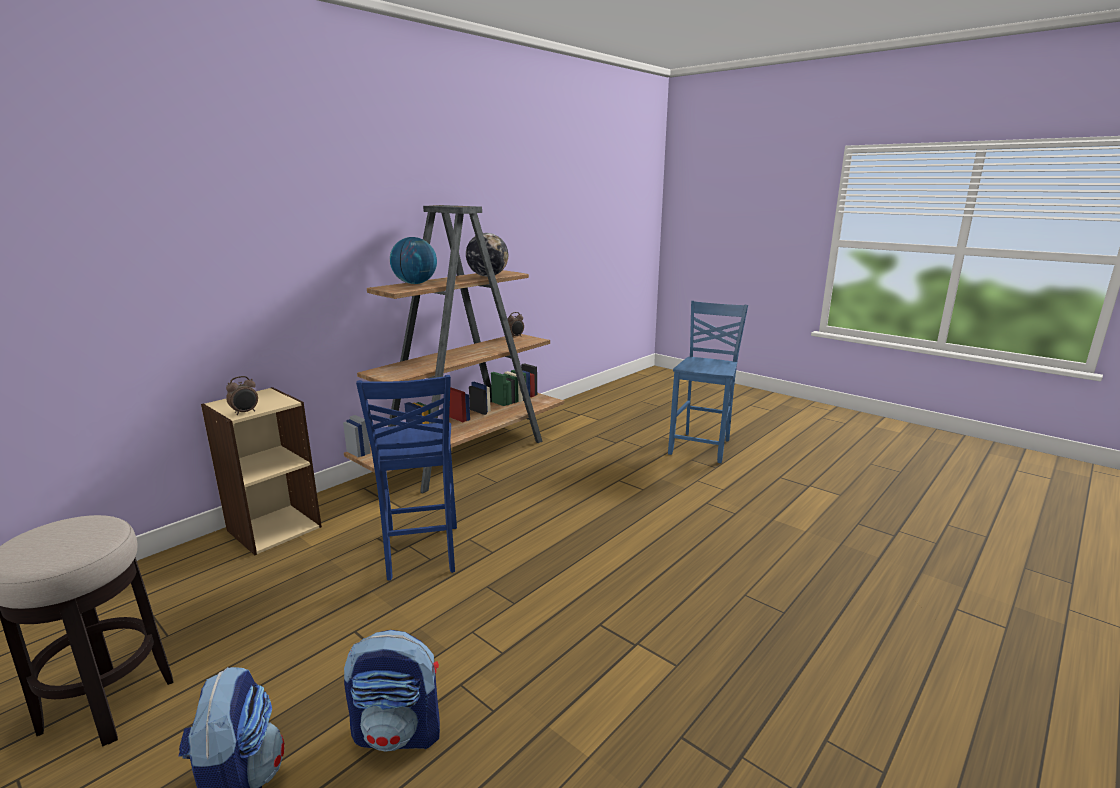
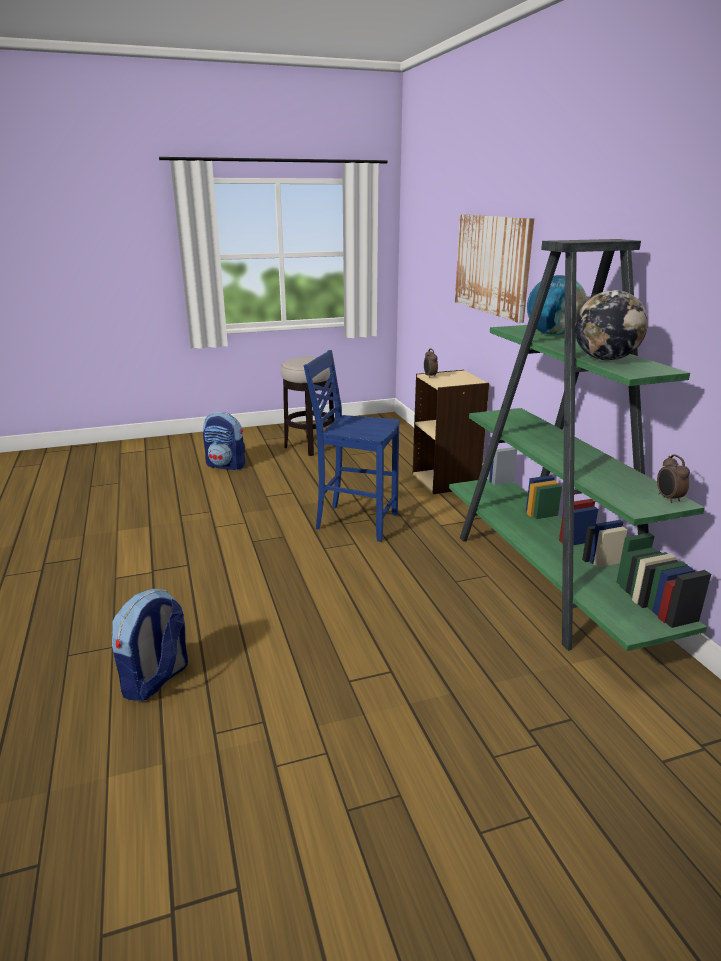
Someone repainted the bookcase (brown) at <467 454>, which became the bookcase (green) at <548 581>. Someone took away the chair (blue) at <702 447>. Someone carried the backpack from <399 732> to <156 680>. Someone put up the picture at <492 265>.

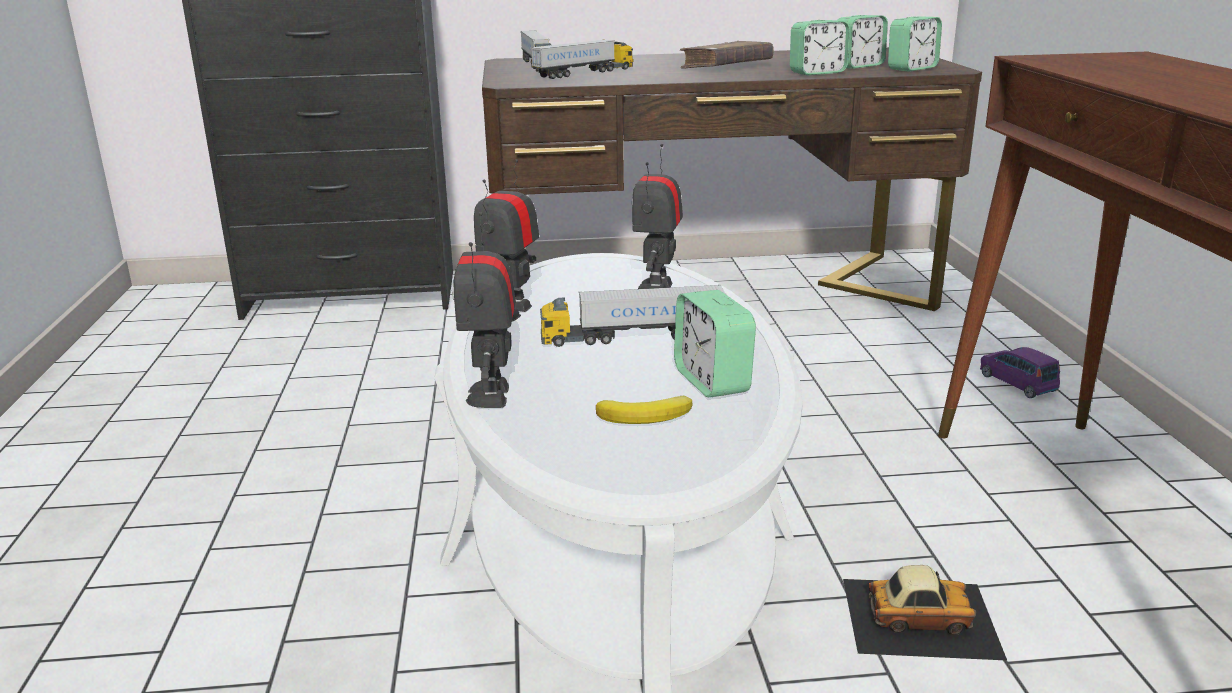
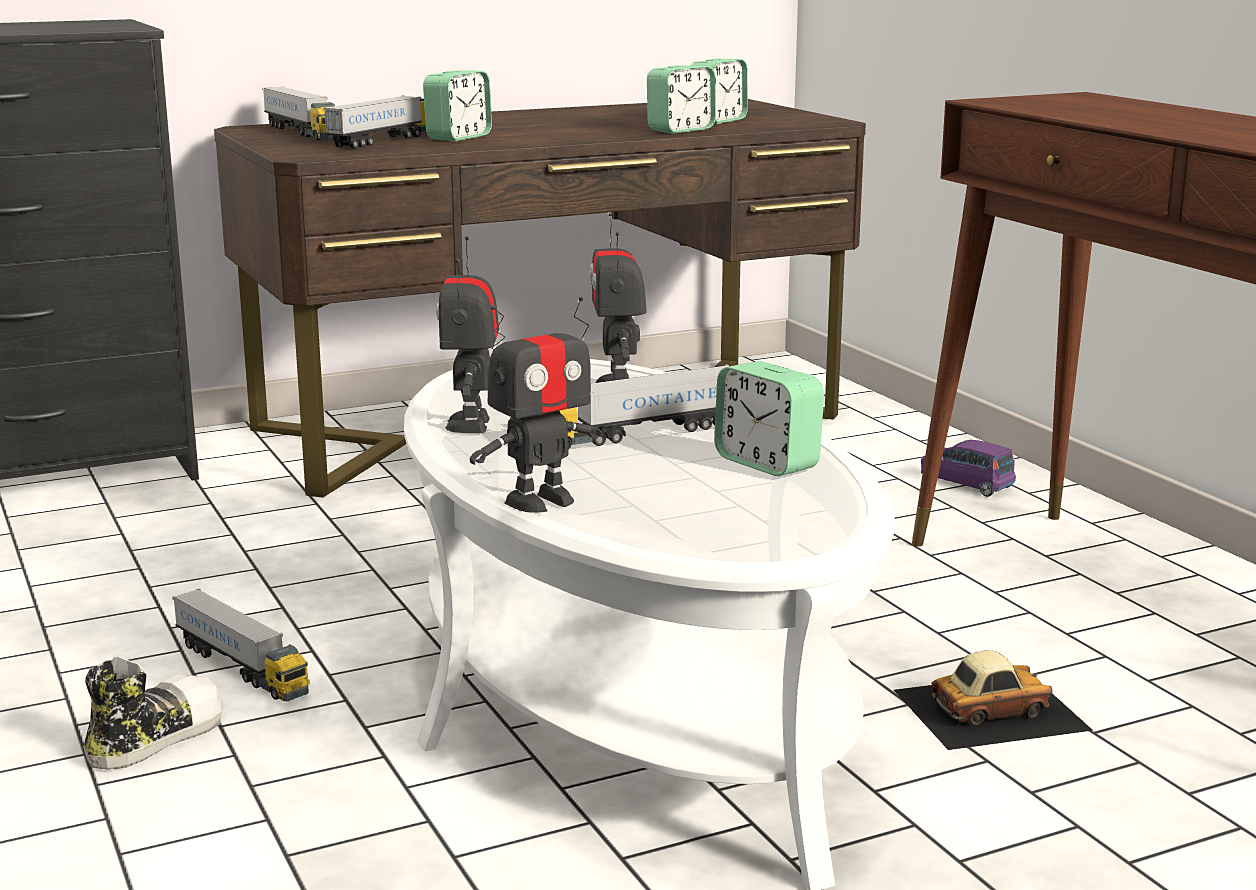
Someone carried the alarm clock from <912 68> to <458 137>. Someone took away the book (brown) at <726 67>. Someone rotated the toy robot at <491 395> by 105 degrees counterclockwise. Someone took away the banana at <648 416>. Someone put down the toy truck at <241 668>. Someone put down the shoe at <153 738>.

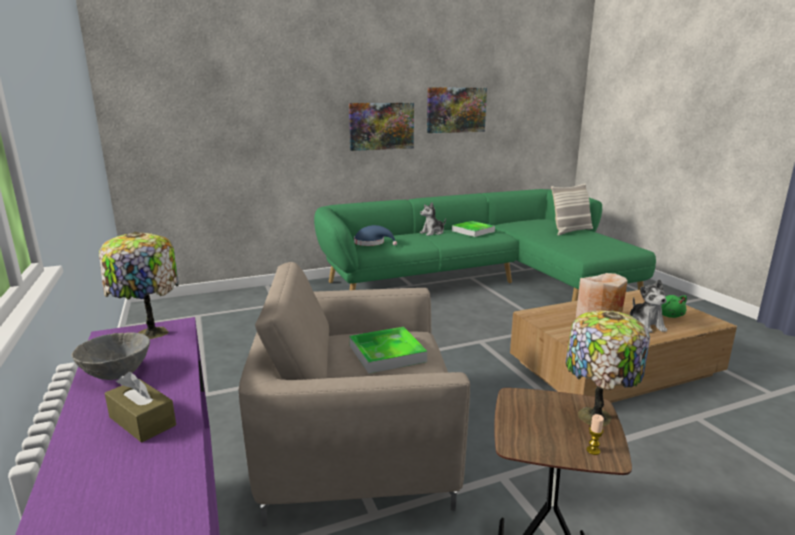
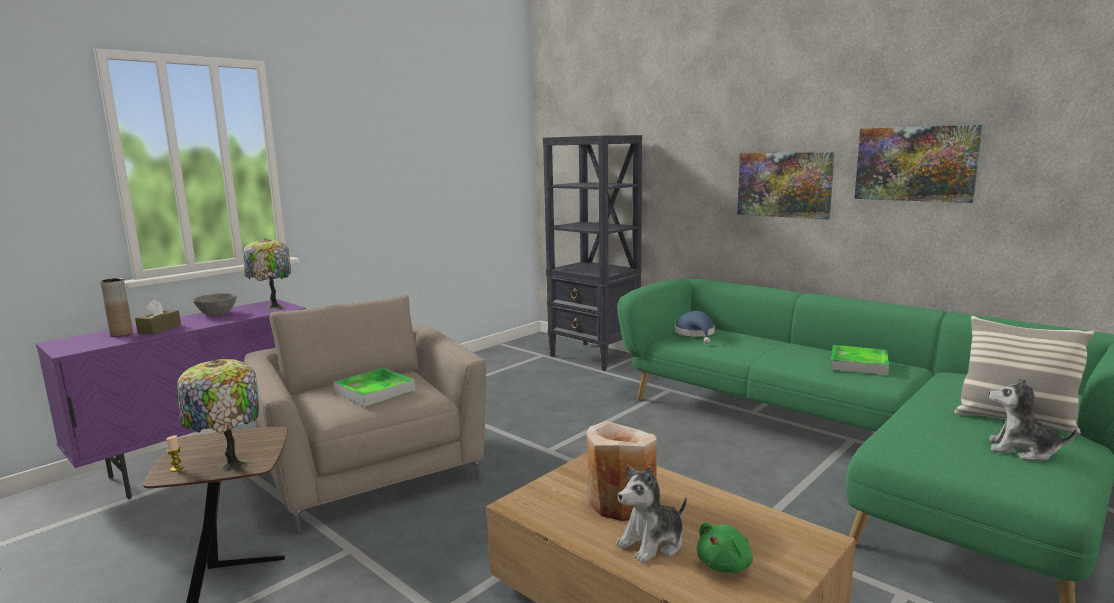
Someone carried the plush toy from <432 233> to <1022 450>. Someone put down the bookcase (black) at <594 357>. Someone put down the vase (brown) at <121 334>.

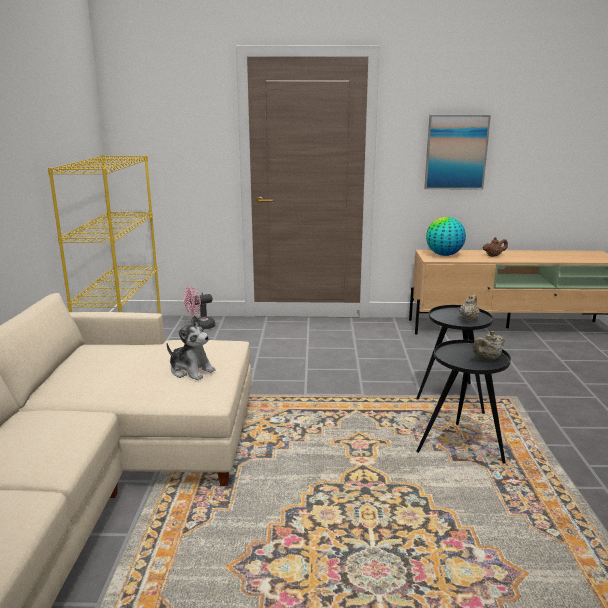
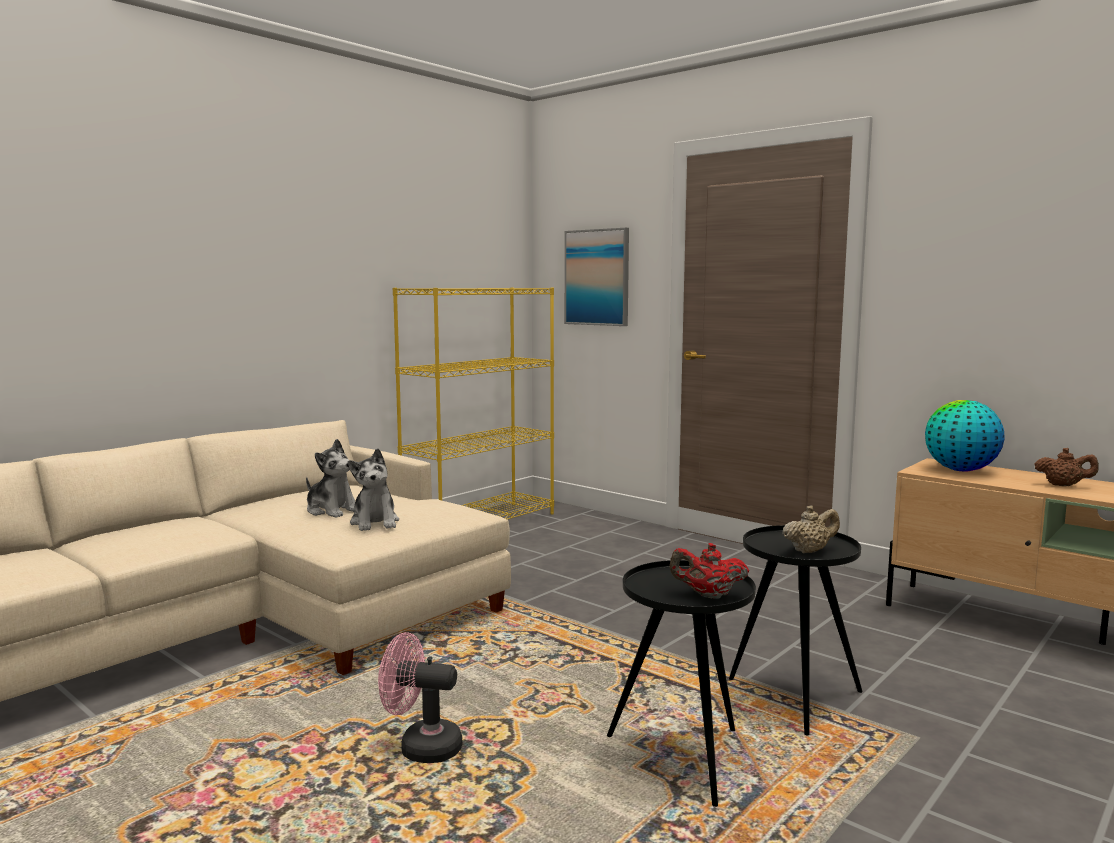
Someone carried the picture from <456 152> to <597 277>. Someone carried the fan (pink) from <200 326> to <421 747>. Someone repainted the teapot (beige) at <487 358>, which became the teapot (red) at <708 595>. Someone put down the plush toy at <332 510>.

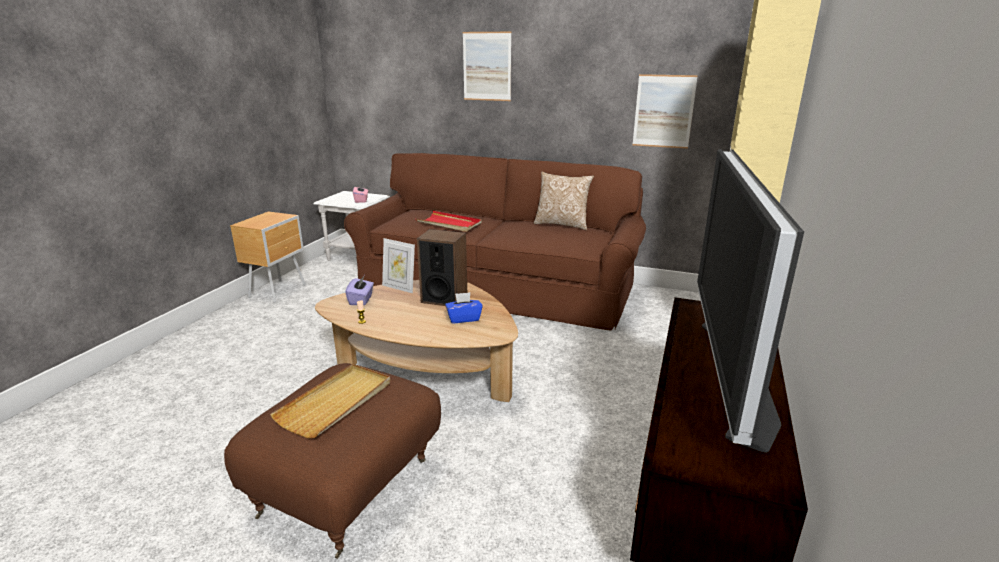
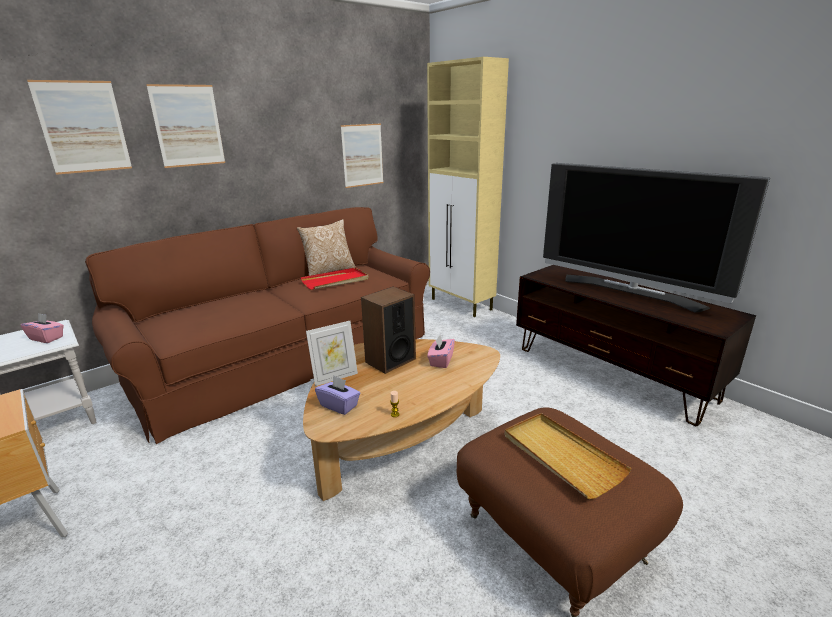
Someone carried the tray (red) from <449 224> to <335 281>. Someone repainted the tissue box (blue) at <463 318>, which became the tissue box (pink) at <441 361>. Someone put up the picture at <83 127>.

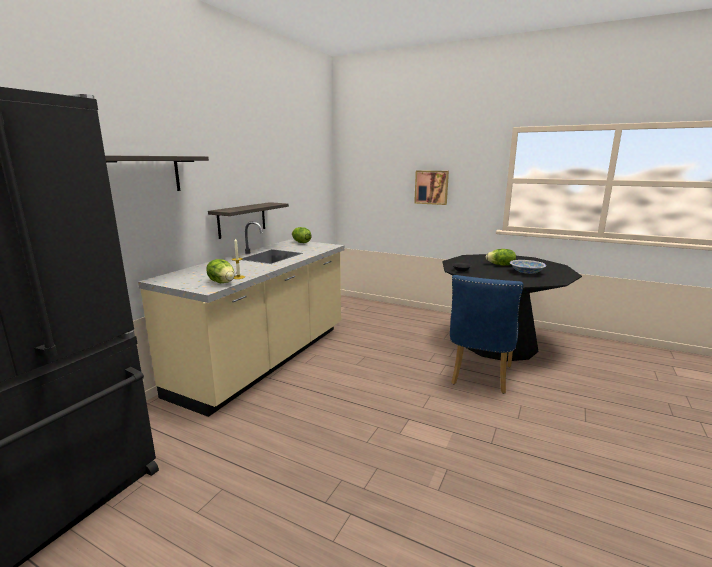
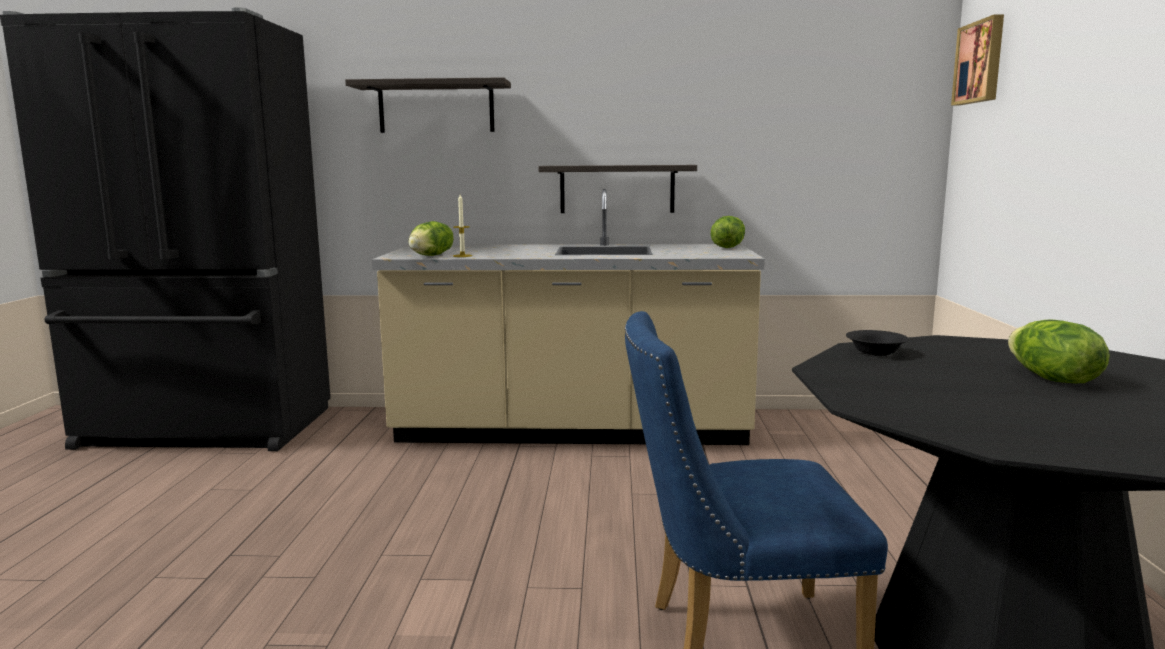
Someone carried the picture from <431 187> to <980 62>. Someone took away the bowl at <526 272>.

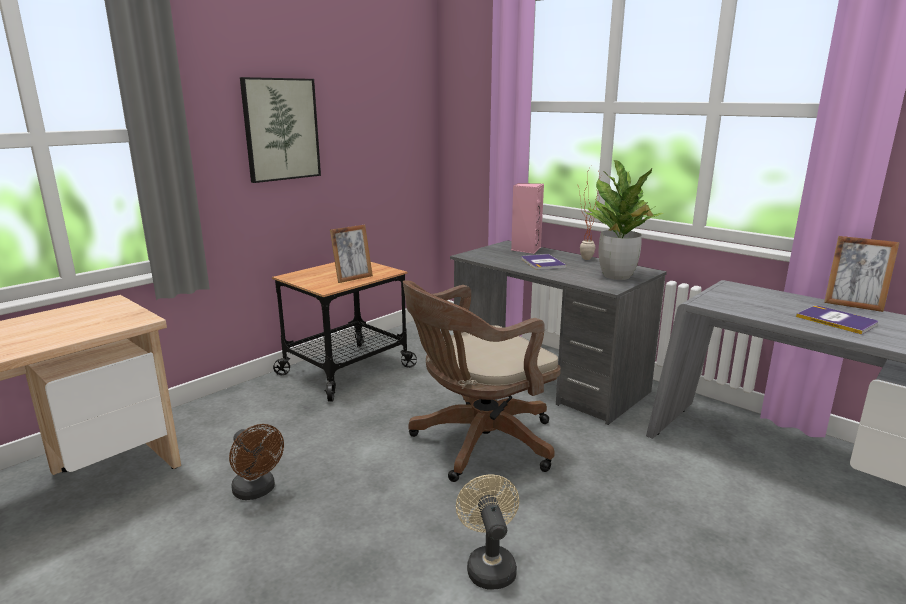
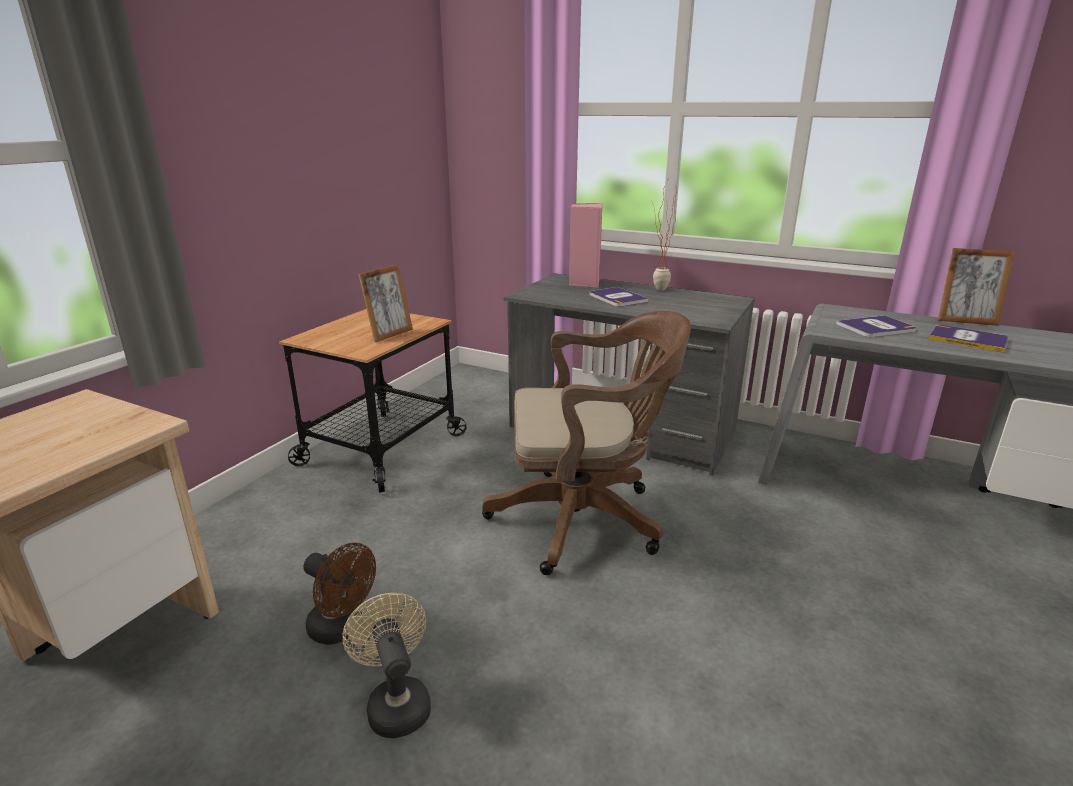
Someone took away the picture at <281 129>. Someone took away the potted plant at <617 276>. Someone rotated the office chair (brown) at <478 443> by 135 degrees counterclockwise. Someone carried the fan (beige) from <489 565> to <396 702>. Someone put down the book at <876 328>.

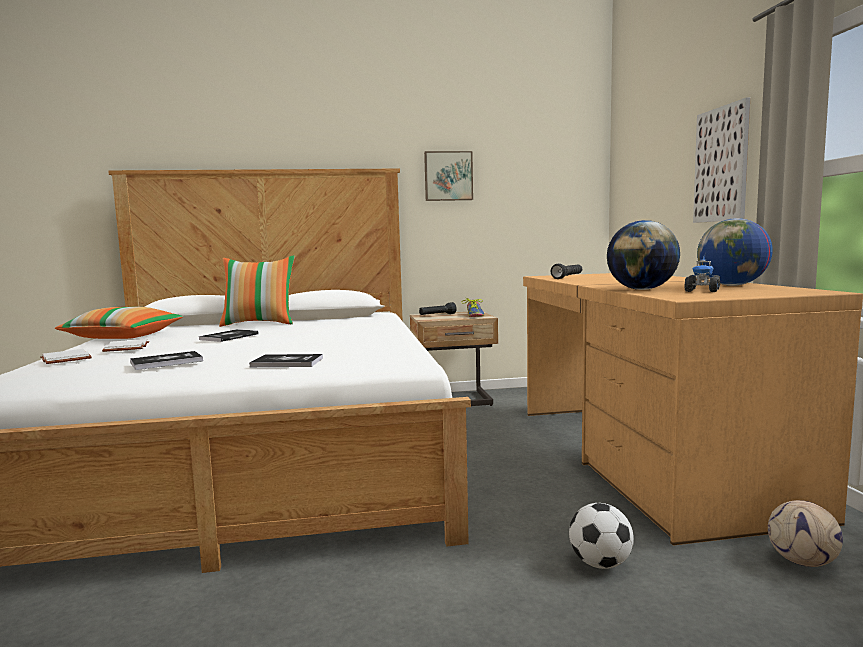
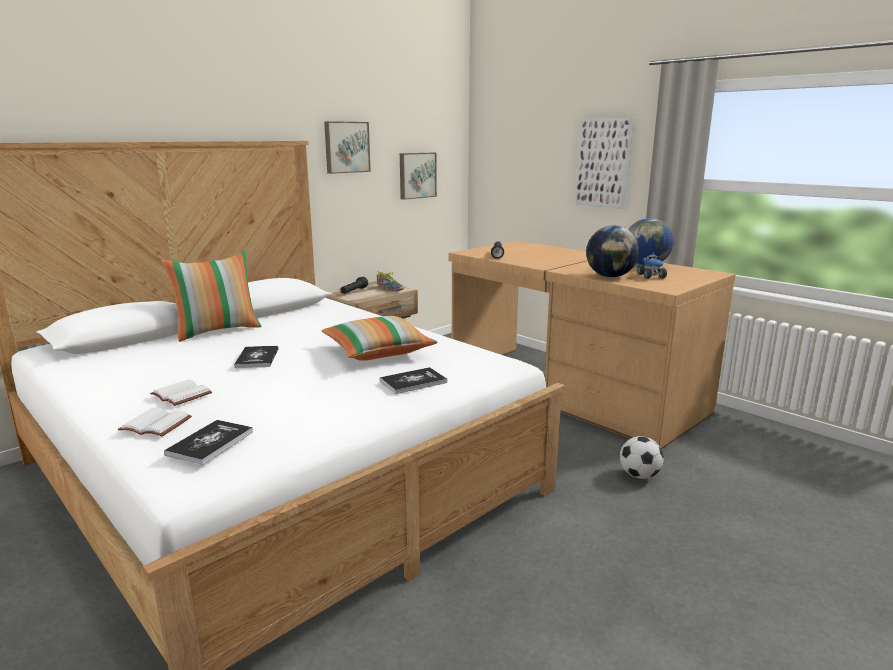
Someone carried the pillow from <124 337> to <378 352>. Someone carried the book from <166 362> to <210 443>. Someone took away the football at <803 562>. Someone put up the picture at <416 175>.

